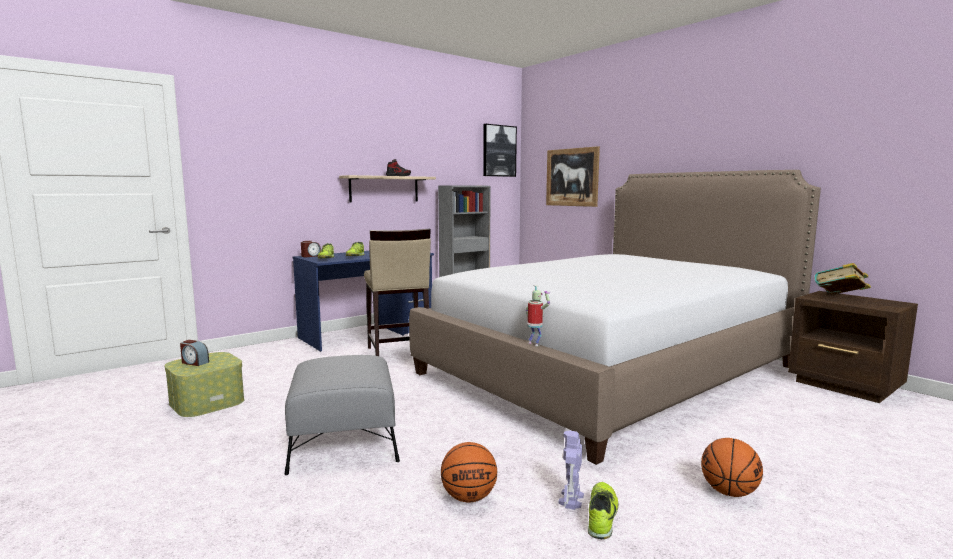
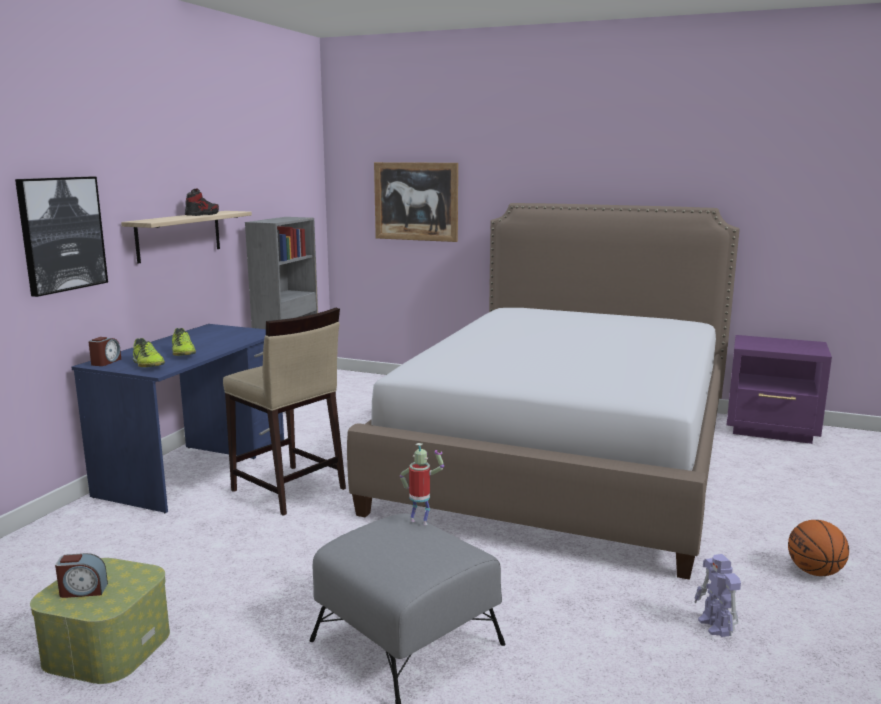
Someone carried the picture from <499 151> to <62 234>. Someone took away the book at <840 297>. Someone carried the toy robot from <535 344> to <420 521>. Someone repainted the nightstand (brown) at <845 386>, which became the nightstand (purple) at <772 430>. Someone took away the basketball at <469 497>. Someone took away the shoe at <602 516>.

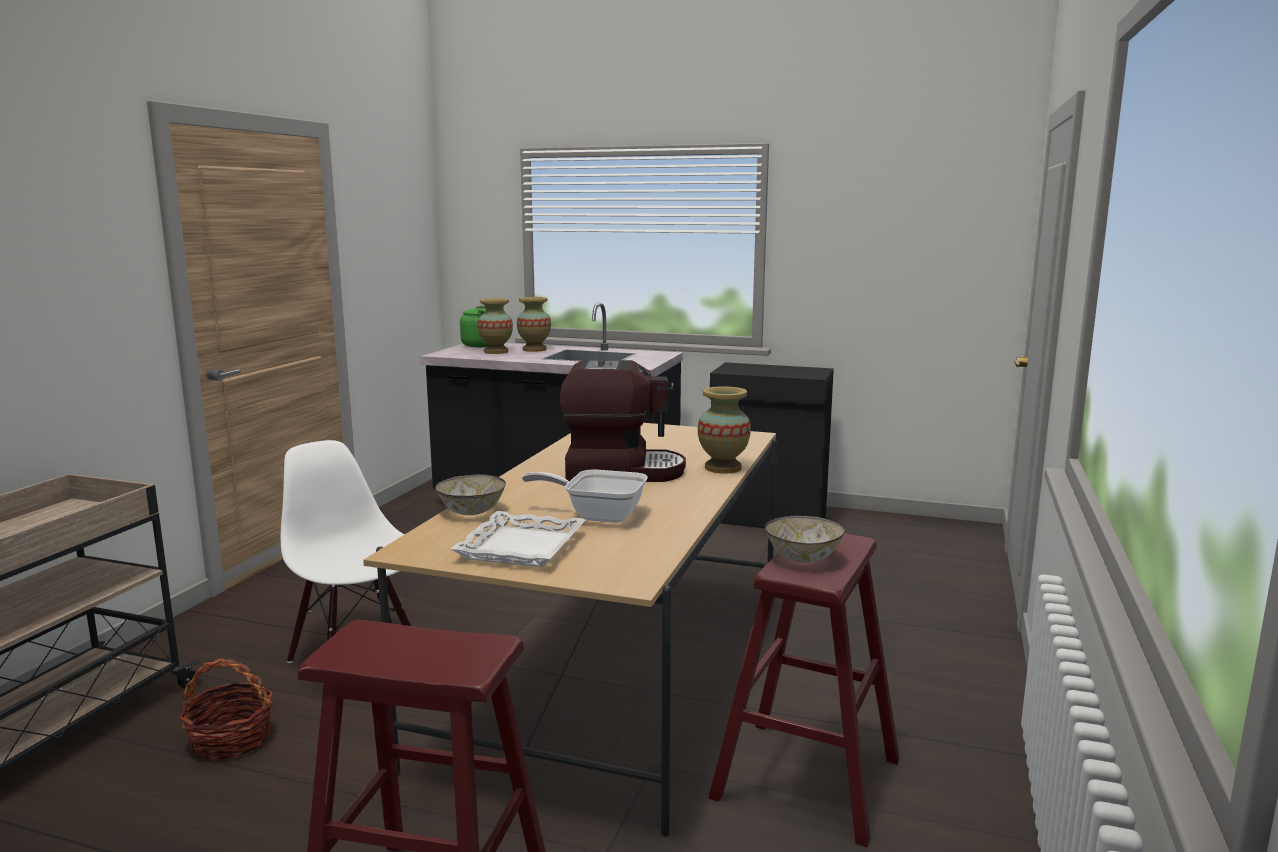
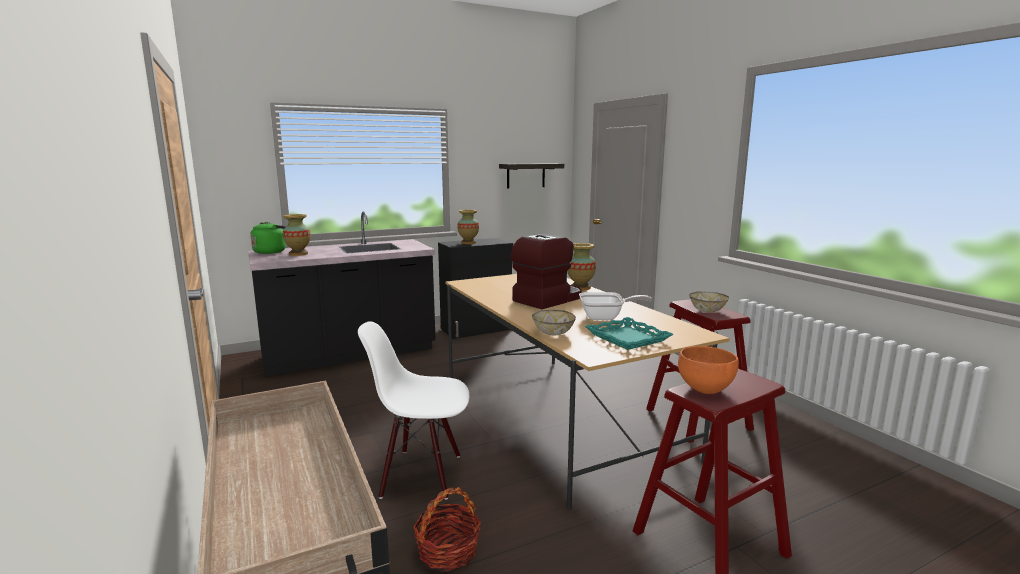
Someone carried the vase from <534 349> to <468 243>. Someone rotated the frying pan at <598 515> by 150 degrees counterclockwise. Someone repainted the tray (white) at <522 547>, which became the tray (turquoise) at <628 338>. Someone put up the shelf at <525 175>. Someone put down the bowl (orange) at <705 389>.

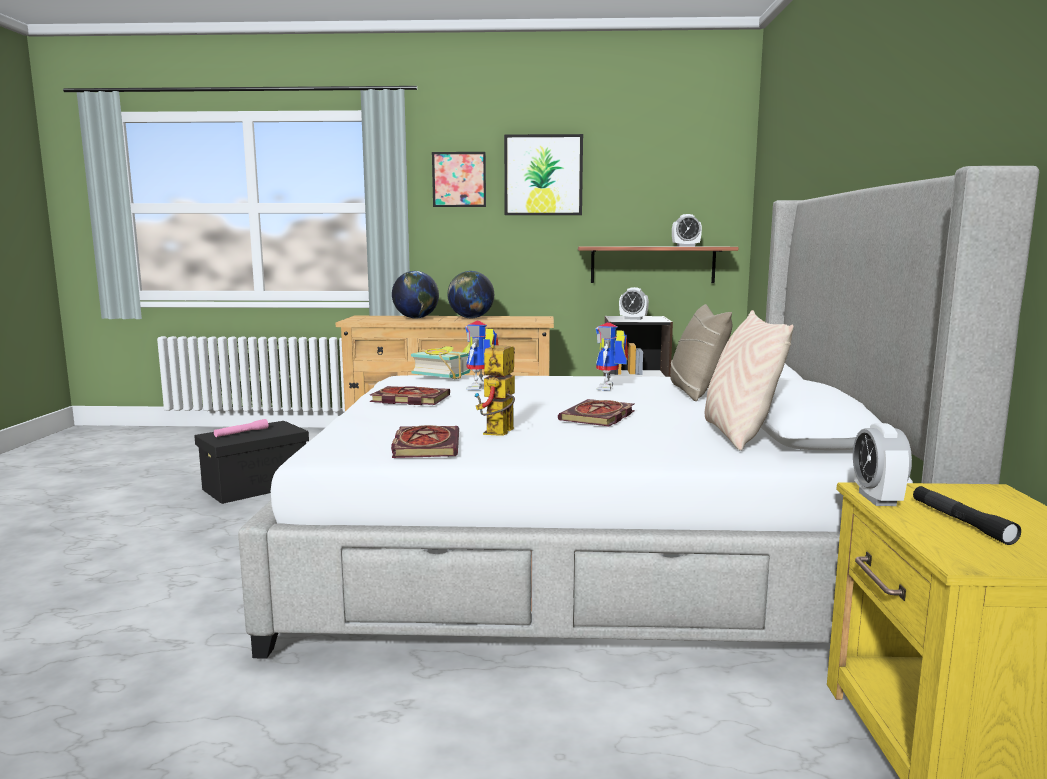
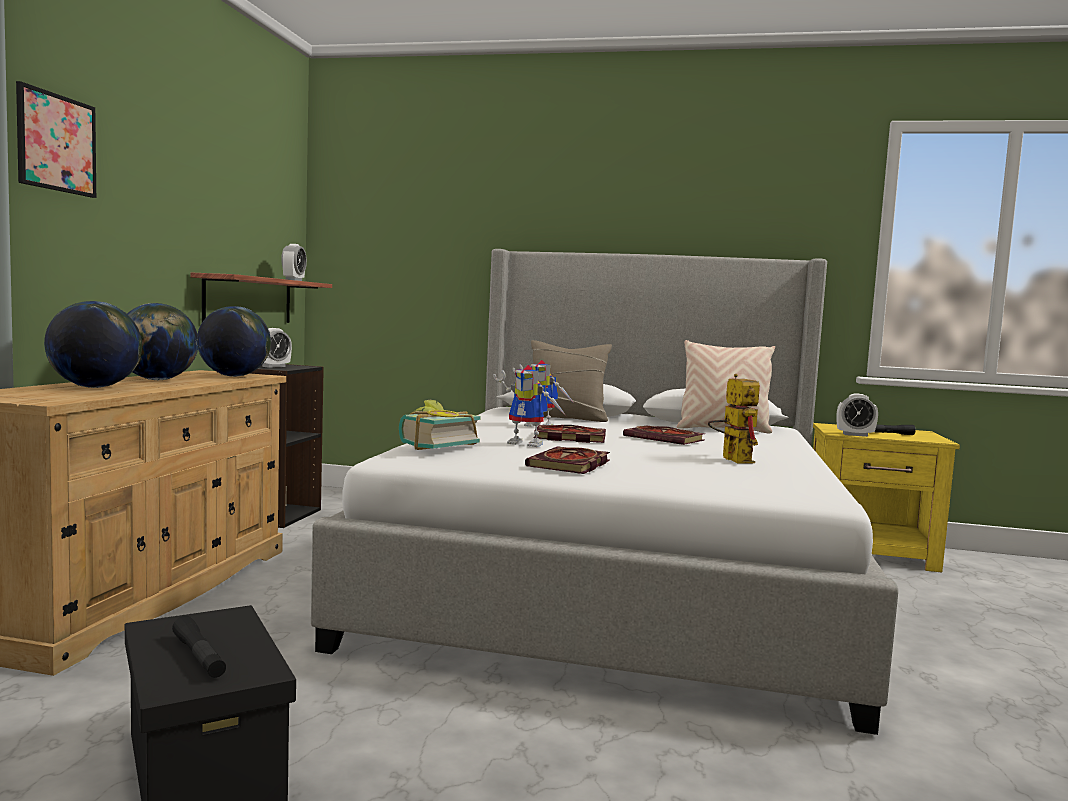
Someone took away the picture at <543 175>. Someone rotated the toy robot at <499 434> by 135 degrees counterclockwise. Someone repainted the flashlight (pink) at <241 433>, which became the flashlight (black) at <199 657>. Someone carried the book from <425 445> to <568 437>. Someone put down the globe at <234 376>.

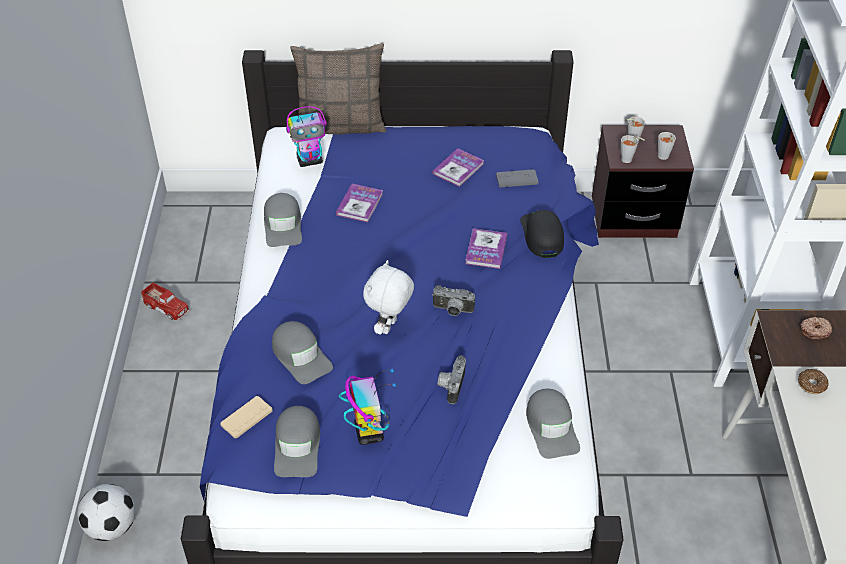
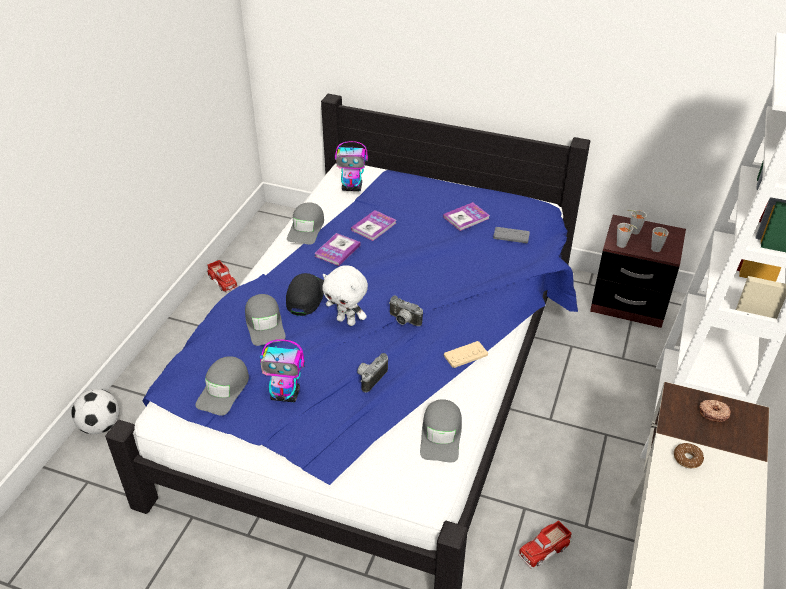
Someone took away the pillow at <341 125>. Someone carried the cap (black) from <542 235> to <306 296>. Someone carried the book from <486 250> to <337 250>. Someone rotated the plush toy (white) at <390 327> by 105 degrees counterclockwise. Someone rotated the toy robot at <368 431> by 90 degrees clockwise. Someone carried the game controller (beige) from <246 417> to <465 355>. Someone put down the toy truck at <544 548>.

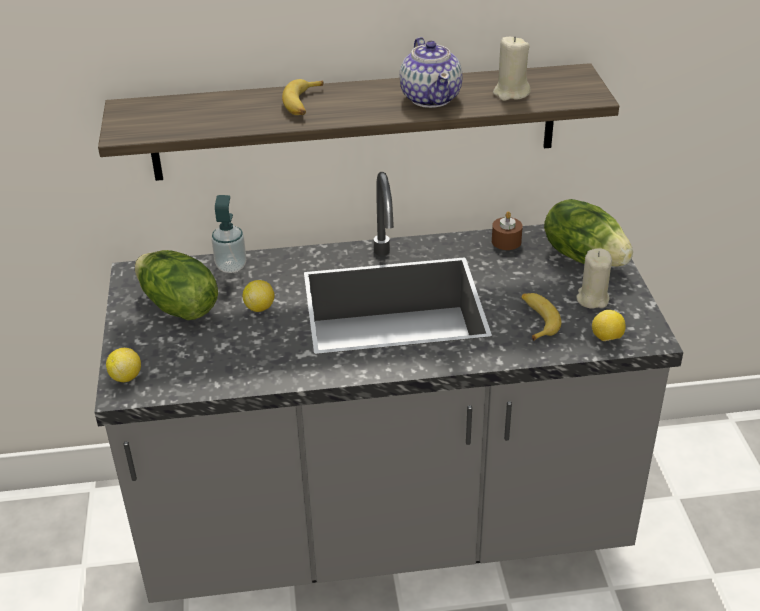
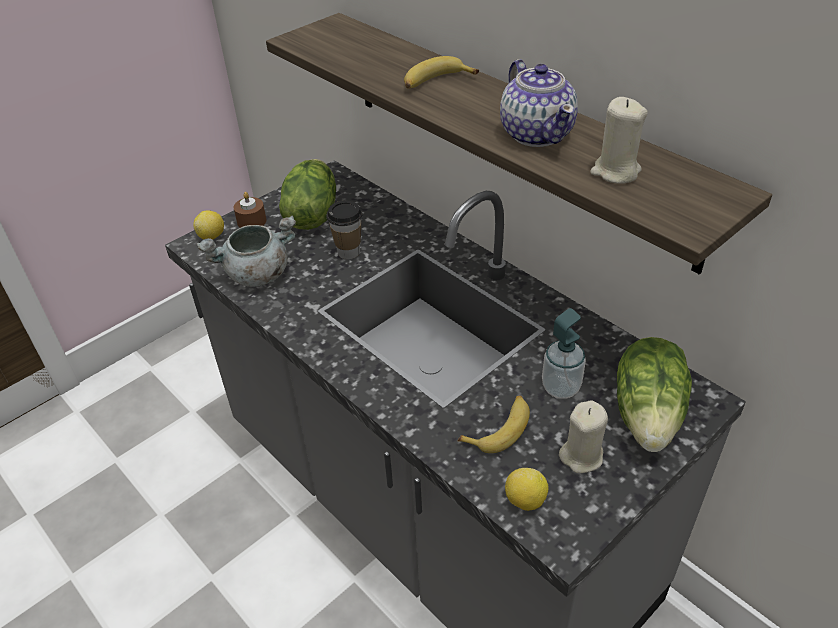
Someone rotated the teapot at <431 98> by 60 degrees counterclockwise. Someone carried the soap dispenser from <231 266> to <560 387>. Someone carried the candle (brown) from <506 241> to <251 221>. Someone swapped the lemon at <260 307> for the cup at <349 252>. Someone put down the cooking pot (grey) at <257 275>.

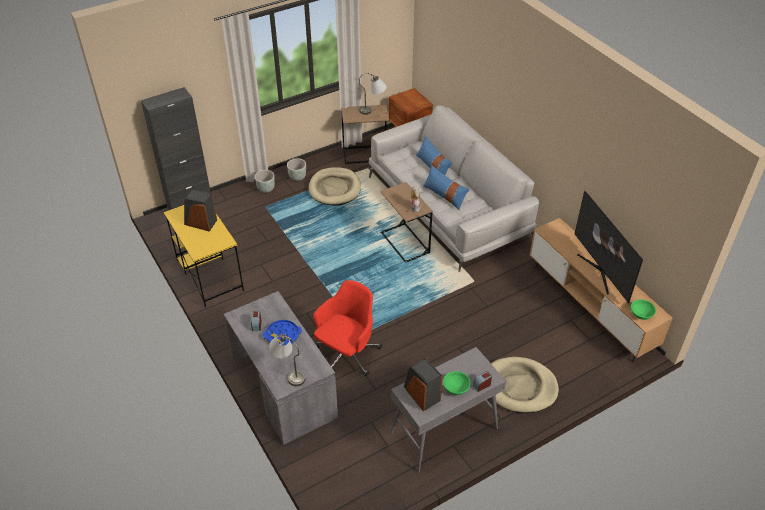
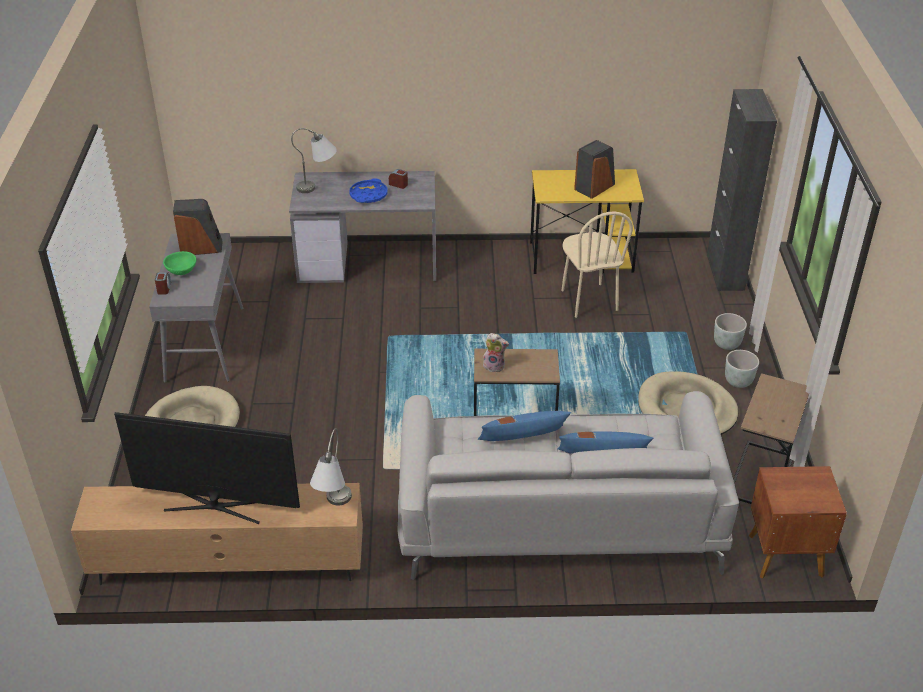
Someone carried the table lamp (grey) from <373 109> to <333 508>. Someone took away the office chair (red) at <347 354>. Someone took away the bowl (green) at <641 314>. Someone put down the chair (beige) at <588 300>.

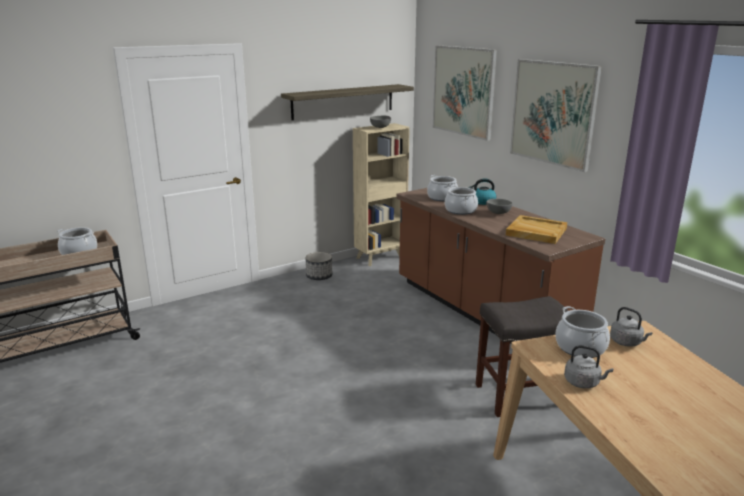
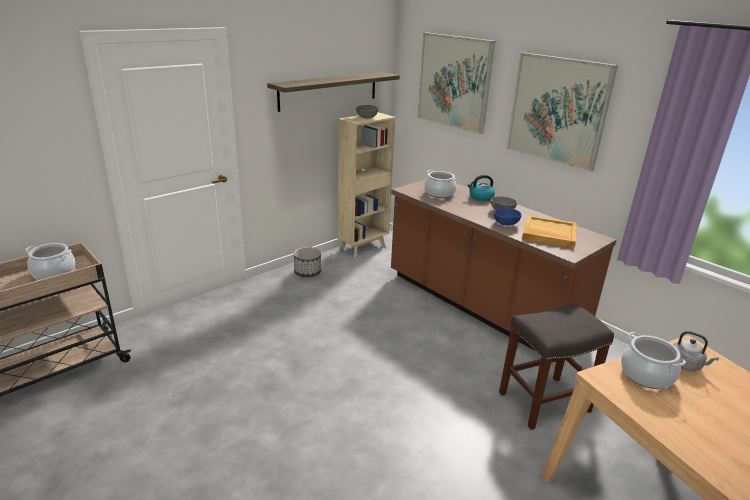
Someone took away the cooking pot at <460 210>. Someone took away the kettle (grey) at <583 383>. Someone put down the bowl (blue) at <505 224>.

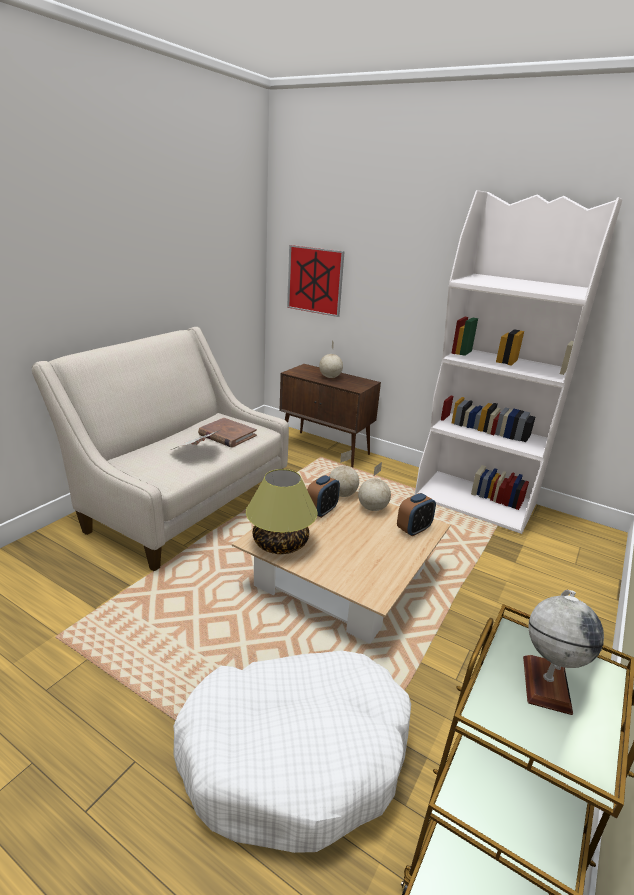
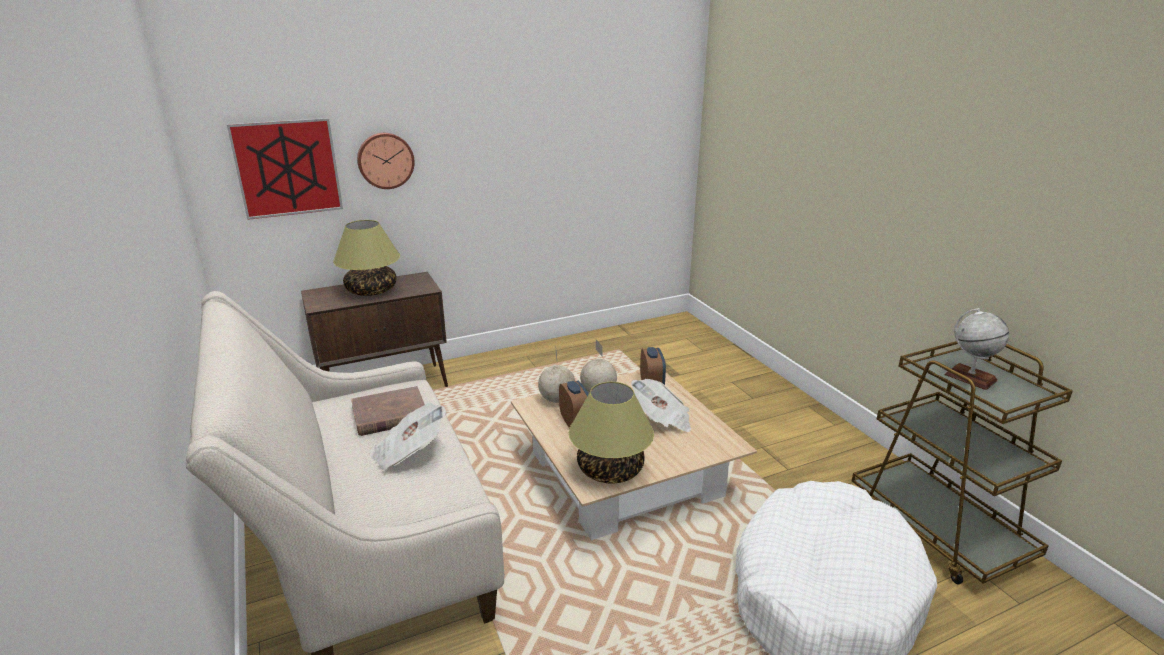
Someone took away the bookcase (white) at <475 501>. Someone swapped the globe at <330 377> for the table lamp at <372 291>. Someone put up the wall clock at <385 160>. Someone put down the newspaper at <662 419>.

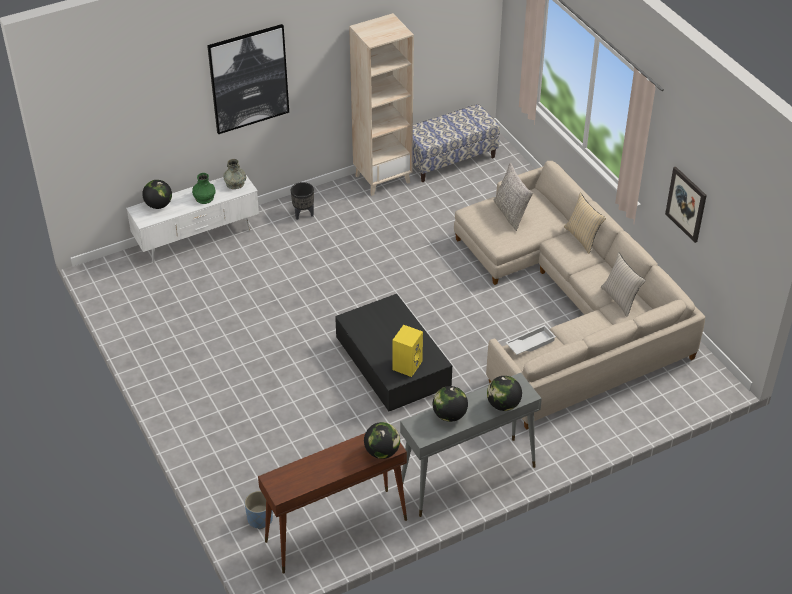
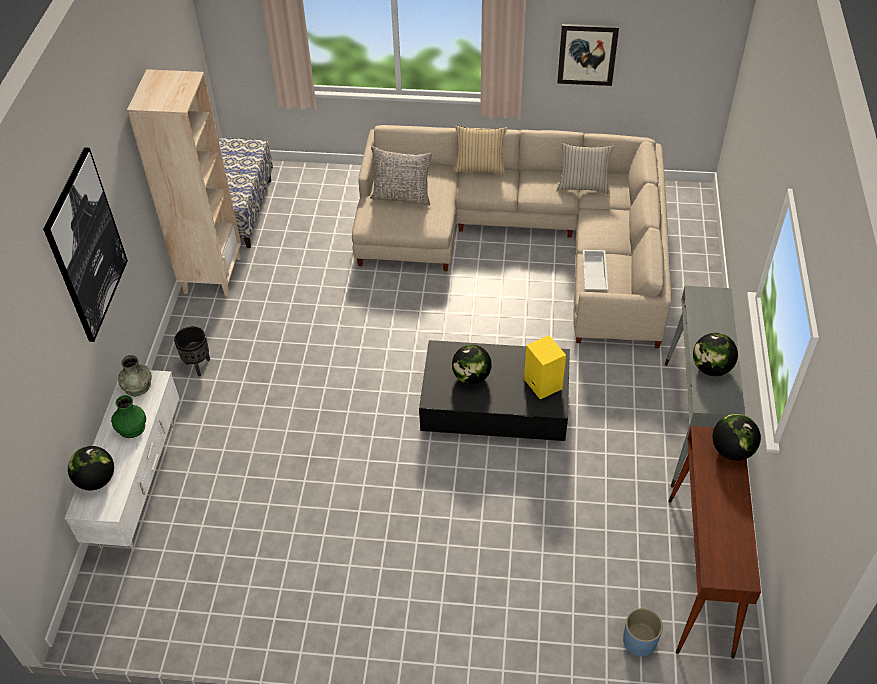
Someone carried the globe from <503 405> to <471 377>.

